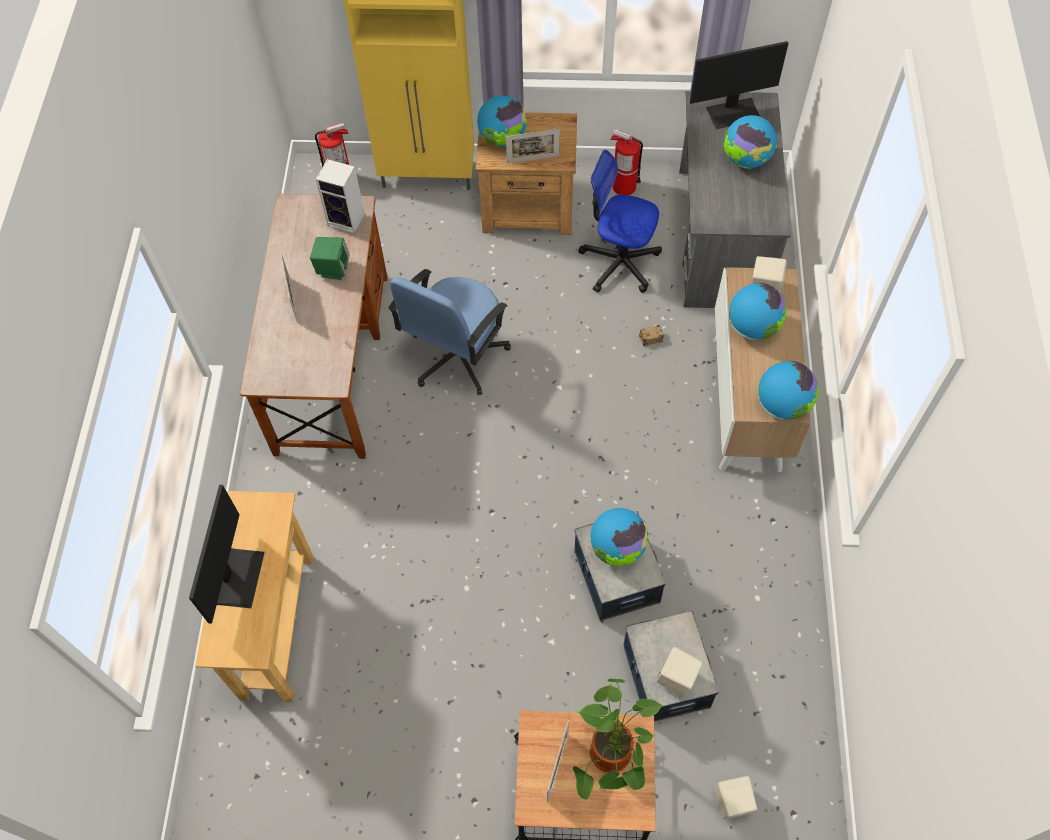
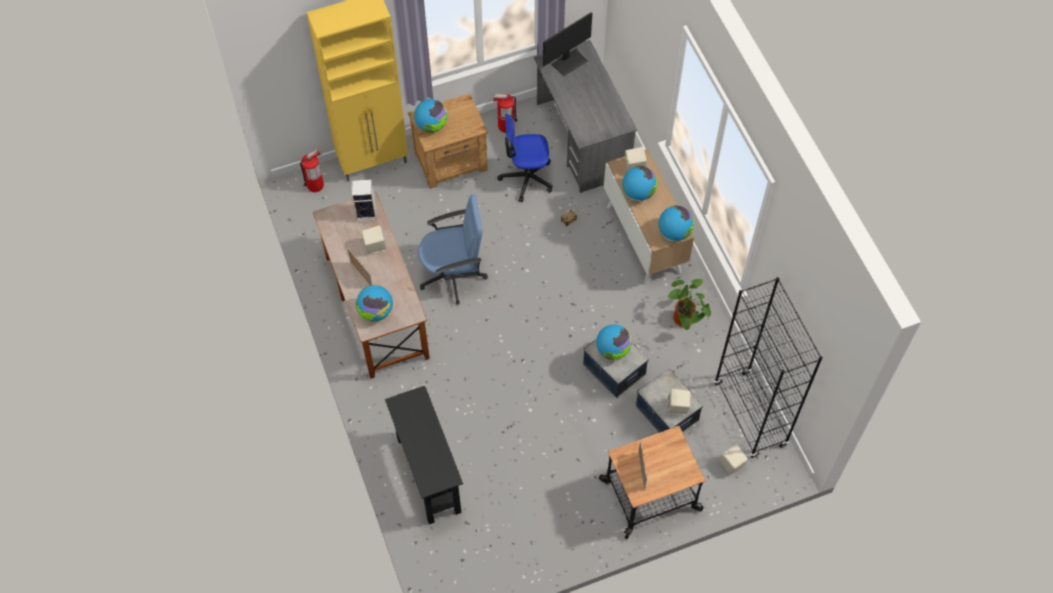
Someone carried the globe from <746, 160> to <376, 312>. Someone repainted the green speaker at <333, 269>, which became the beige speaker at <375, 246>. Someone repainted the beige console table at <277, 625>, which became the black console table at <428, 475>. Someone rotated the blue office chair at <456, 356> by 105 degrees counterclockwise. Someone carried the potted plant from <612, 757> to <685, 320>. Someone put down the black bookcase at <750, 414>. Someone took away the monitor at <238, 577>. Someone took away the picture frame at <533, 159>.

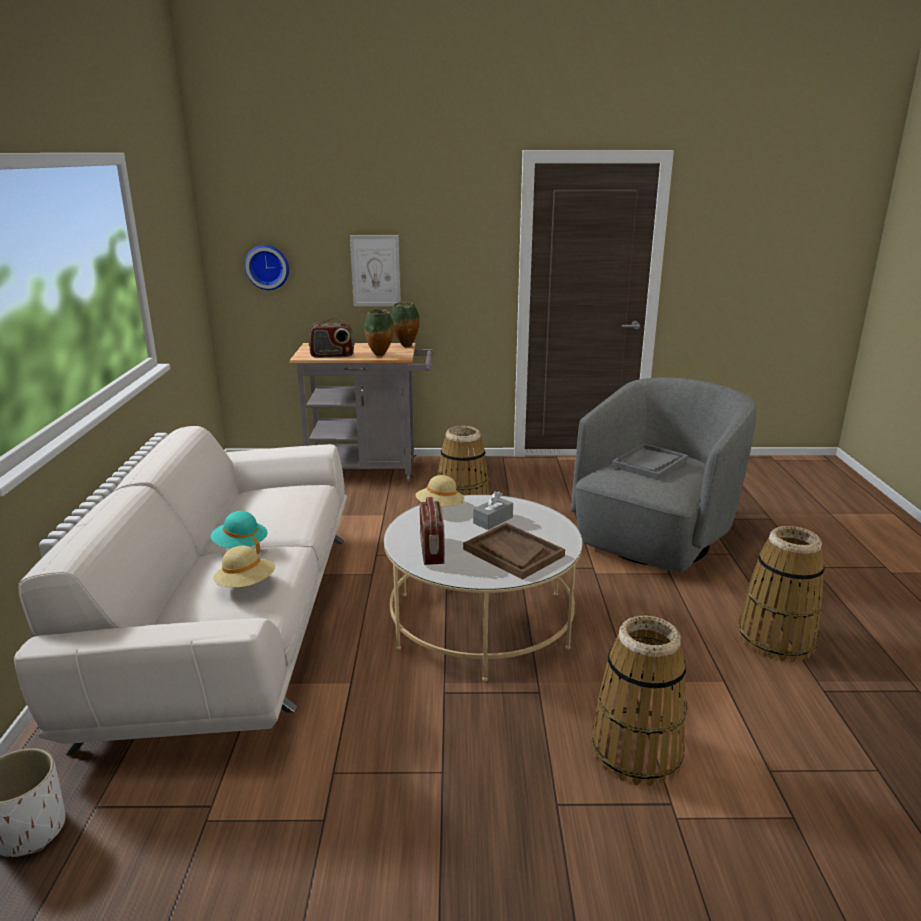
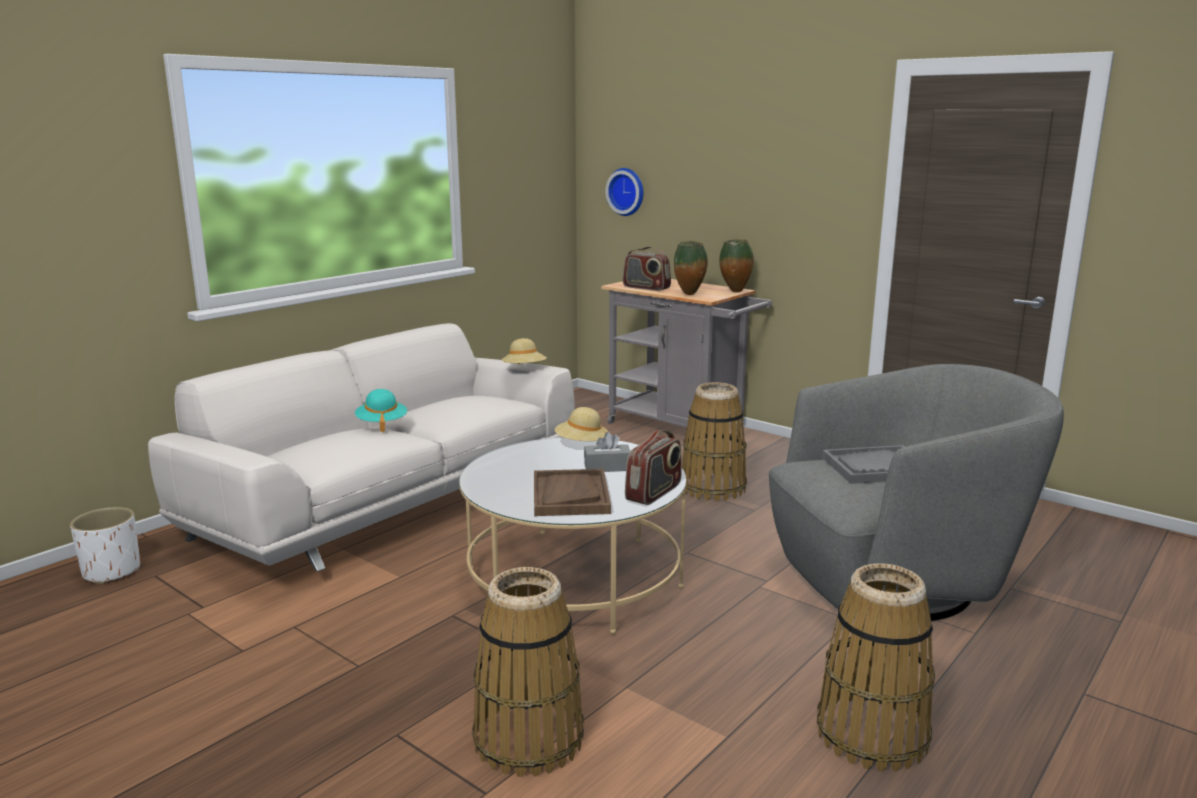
Someone carried the beige hat from <246, 585> to <524, 370>. Someone carried the radio from <432, 551> to <654, 493>. Someone took away the picture at <375, 271>.

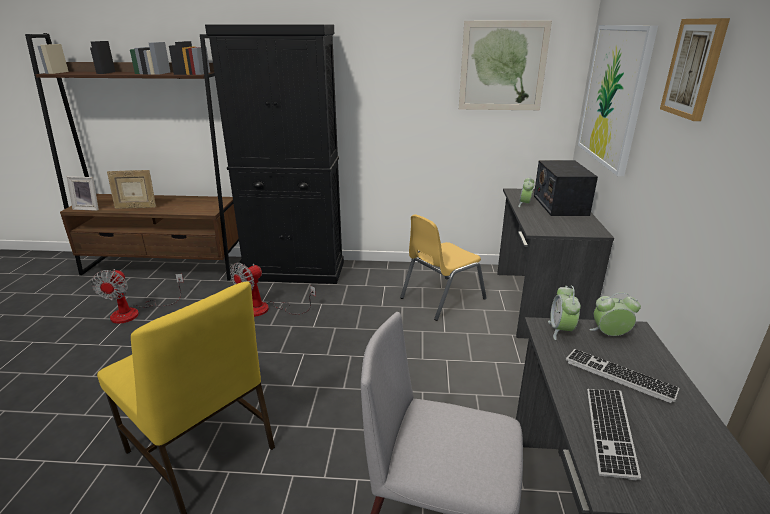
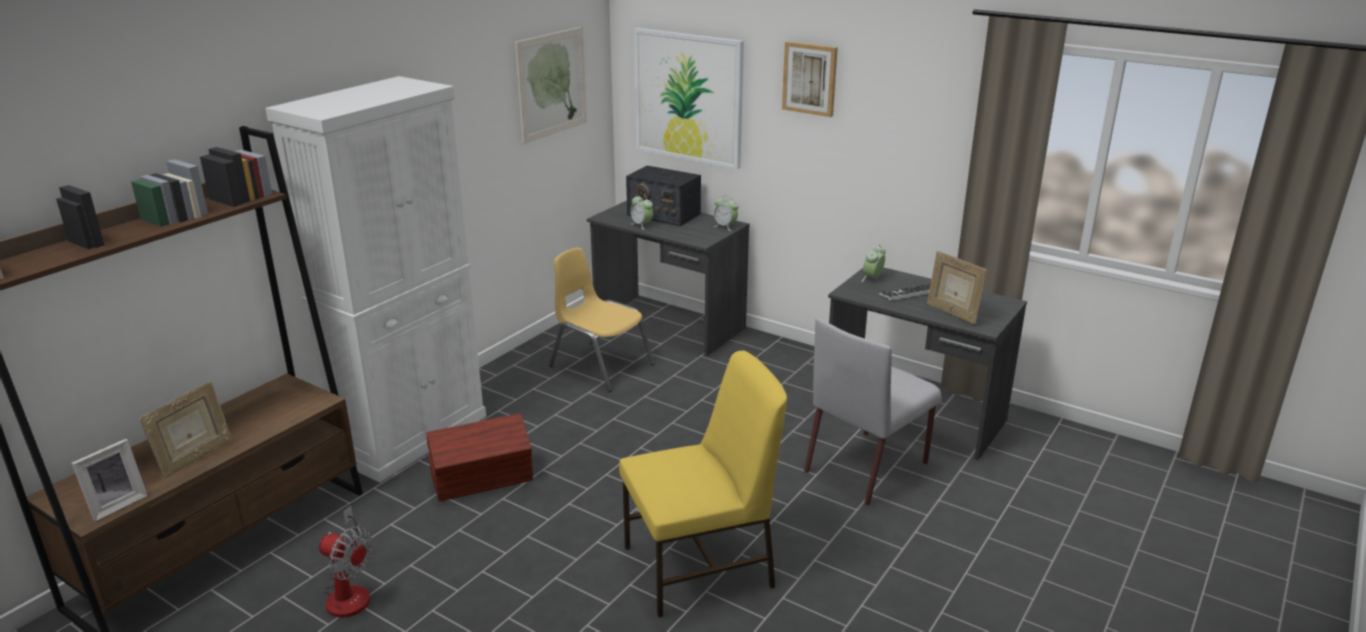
Someone repainted the black cabinet at <295, 271>, which became the white cabinet at <412, 436>. Someone swapped the fan at <265, 309> for the brown storage box at <483, 479>. Someone rotated the yellow chair at <441, 298> by 135 degrees clockwise. Someone carried the alarm clock from <561, 330> to <725, 226>. Someone swapped the keyboard at <610, 432> for the picture frame at <952, 313>.

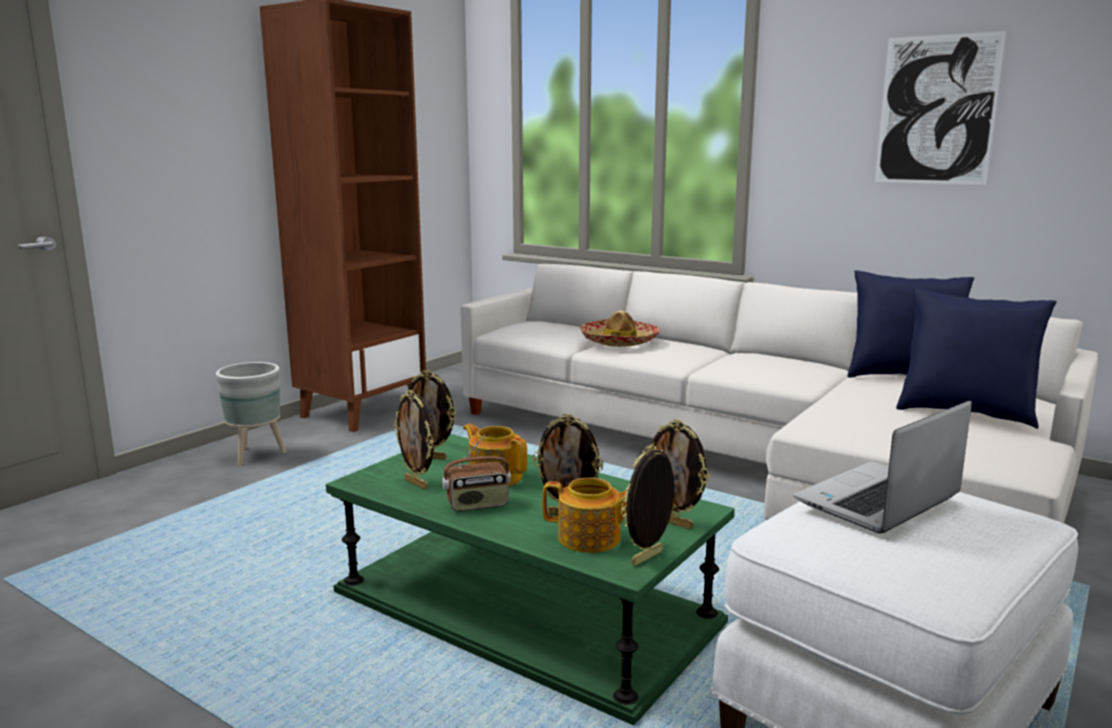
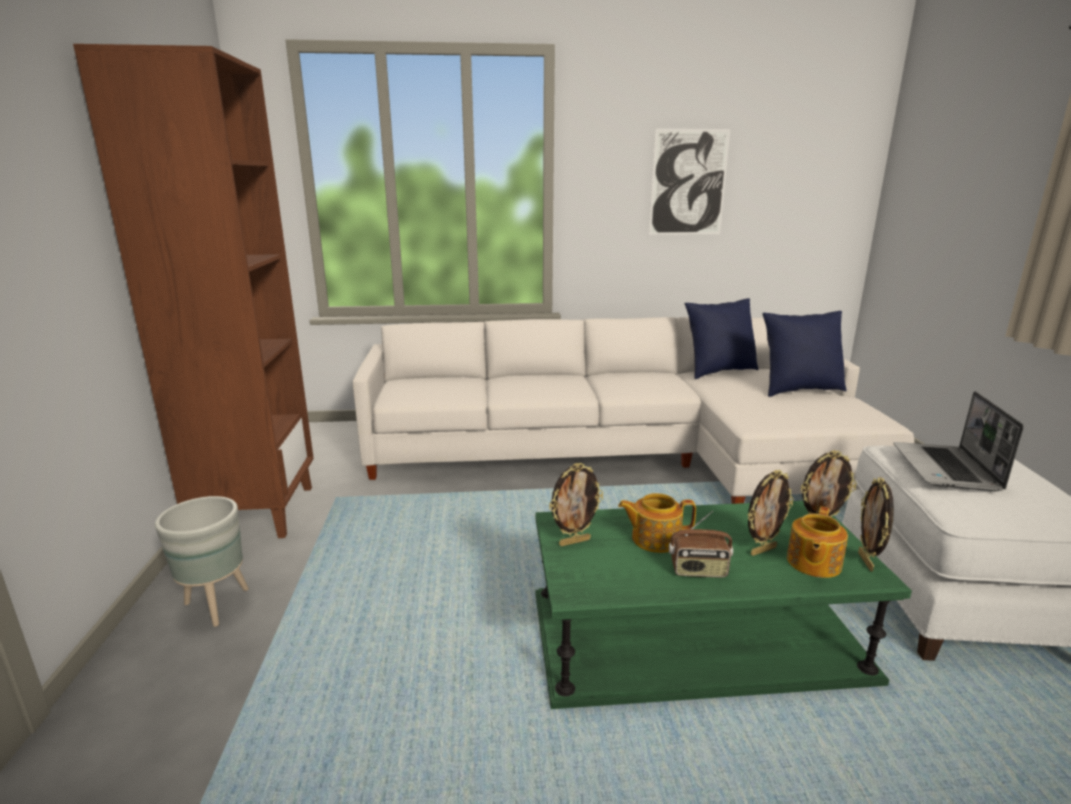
Someone rotated the radio at <477, 505> by 60 degrees clockwise. Someone rotated the teapot at <591, 538> by 150 degrees clockwise. Someone took away the picture frame at <417, 484>. Someone took away the hat at <619, 341>.

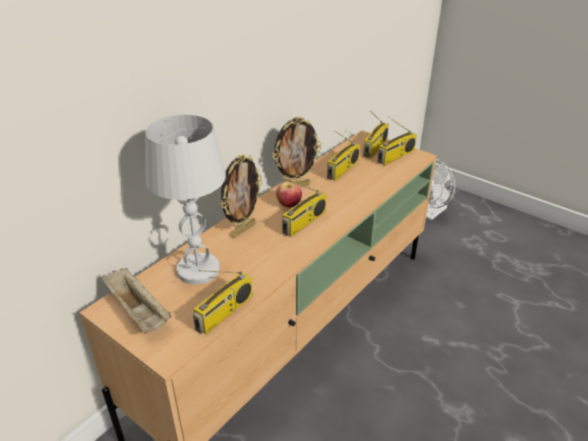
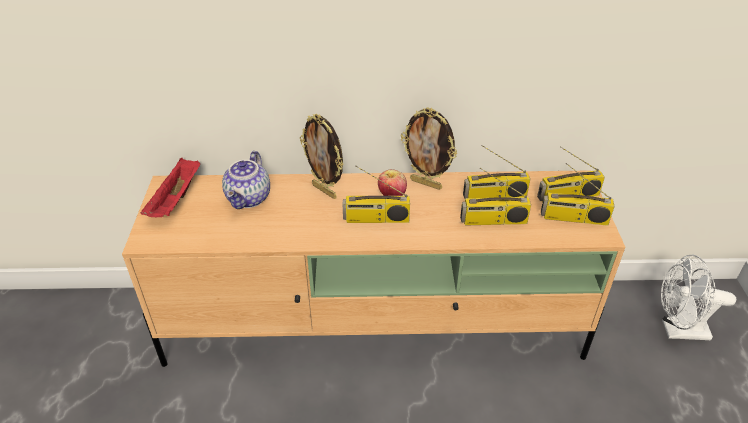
Someone repainted the beige tray at <139, 312>, which became the red tray at <176, 200>. Someone swapped the white table lamp at <198, 269> for the teapot at <249, 199>. Someone rotated the picture frame at <243, 229> by 45 degrees clockwise. Someone carried the radio from <224, 313> to <493, 221>.

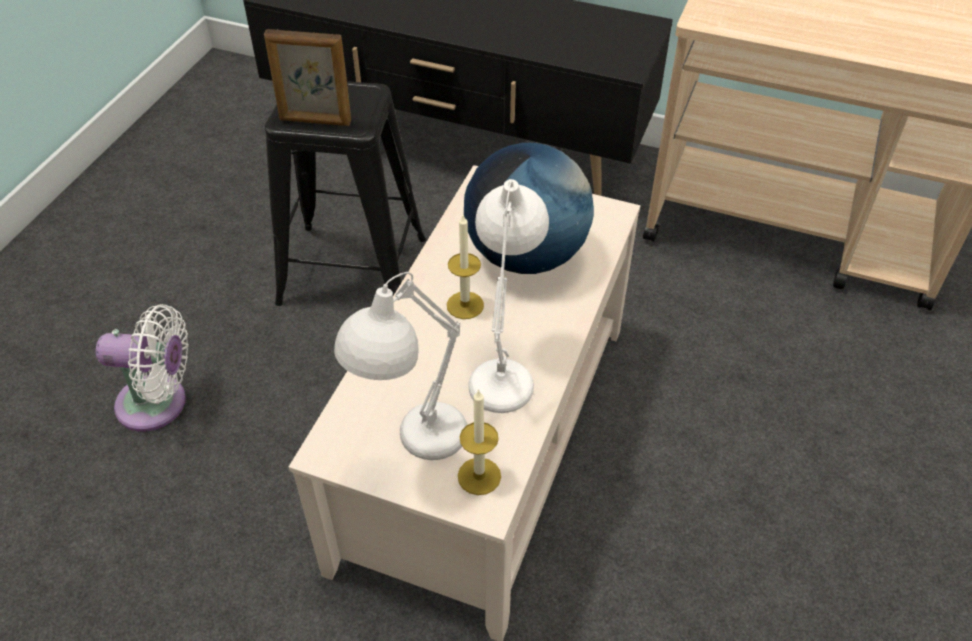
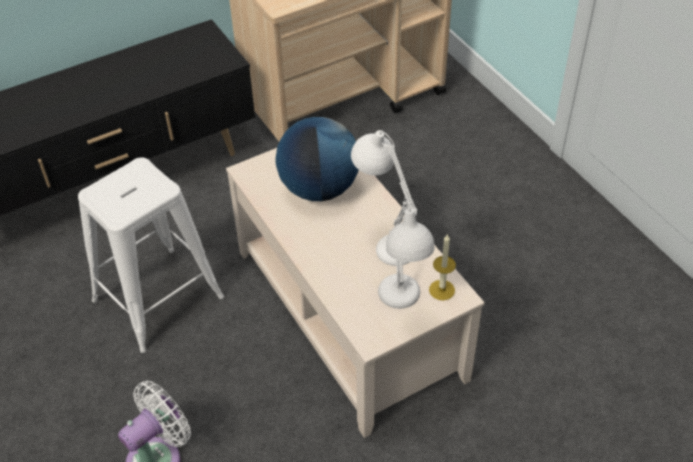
Someone repainted the black stool at <353, 270>, which became the white stool at <158, 298>. Someone took away the picture frame at <315, 121>. Someone took away the candle at <465, 305>.

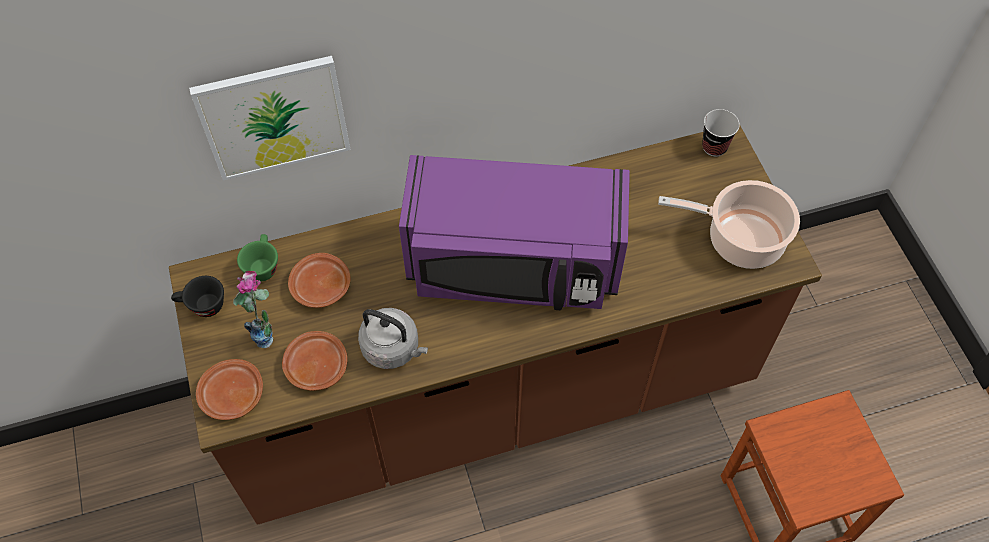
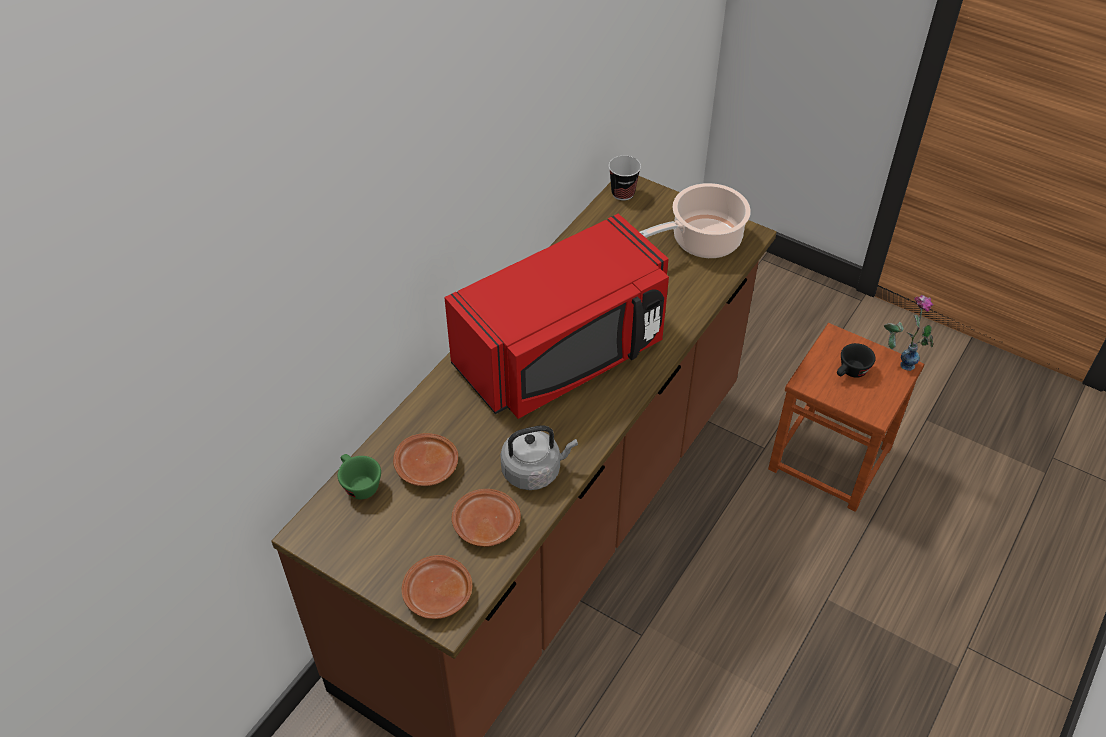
Someone repainted the purple microwave at <514, 265>, which became the red microwave at <564, 355>. Someone carried the black cup from <202, 306> to <850, 372>. Someone carried the vase from <265, 330> to <899, 360>. Someone took away the picture at <274, 117>.

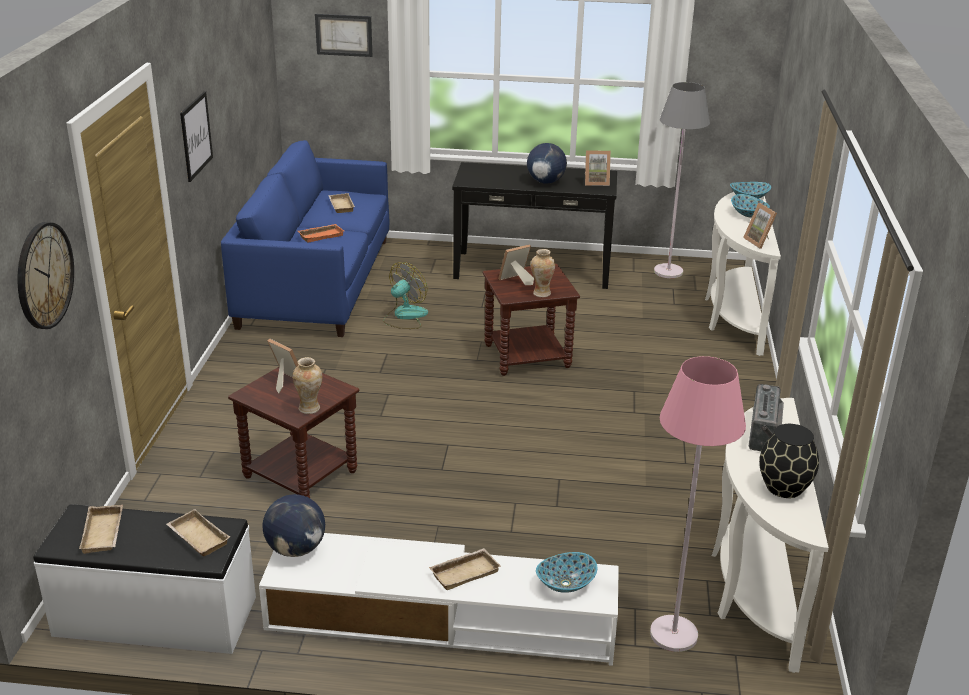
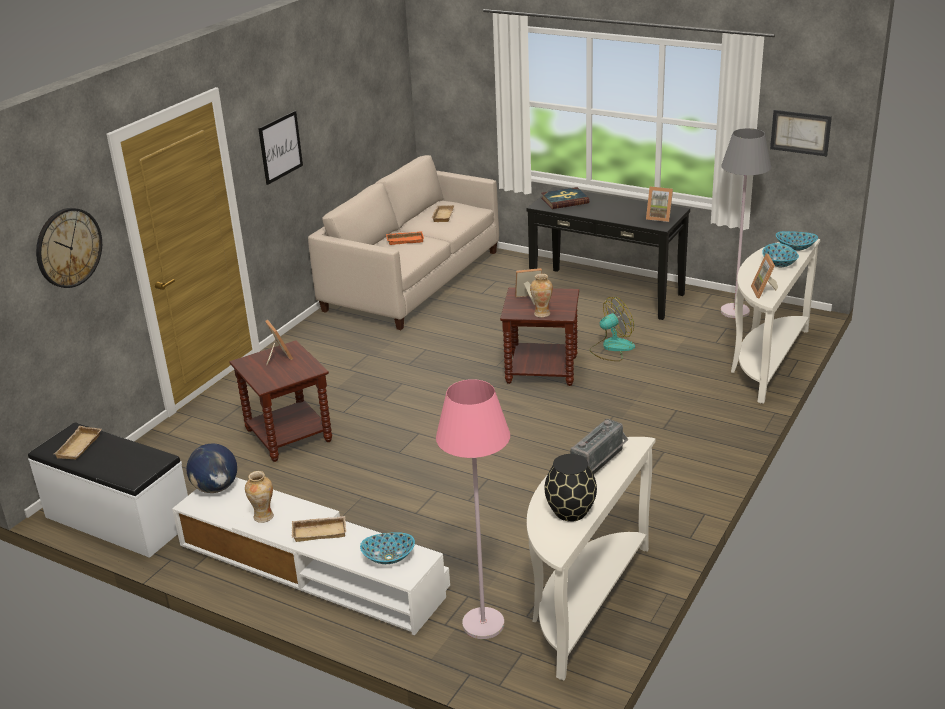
Someone carried the vase from <309, 409> to <263, 517>. Someone repainted the blue sofa at <316, 282>, which became the beige sofa at <412, 280>. Someone put down the book at <564, 200>. Someone carried the fan from <405, 316> to <611, 348>. Someone carried the picture from <344, 35> to <800, 132>. Someone took away the beige tray at <196, 537>. Someone took away the globe at <545, 182>.

